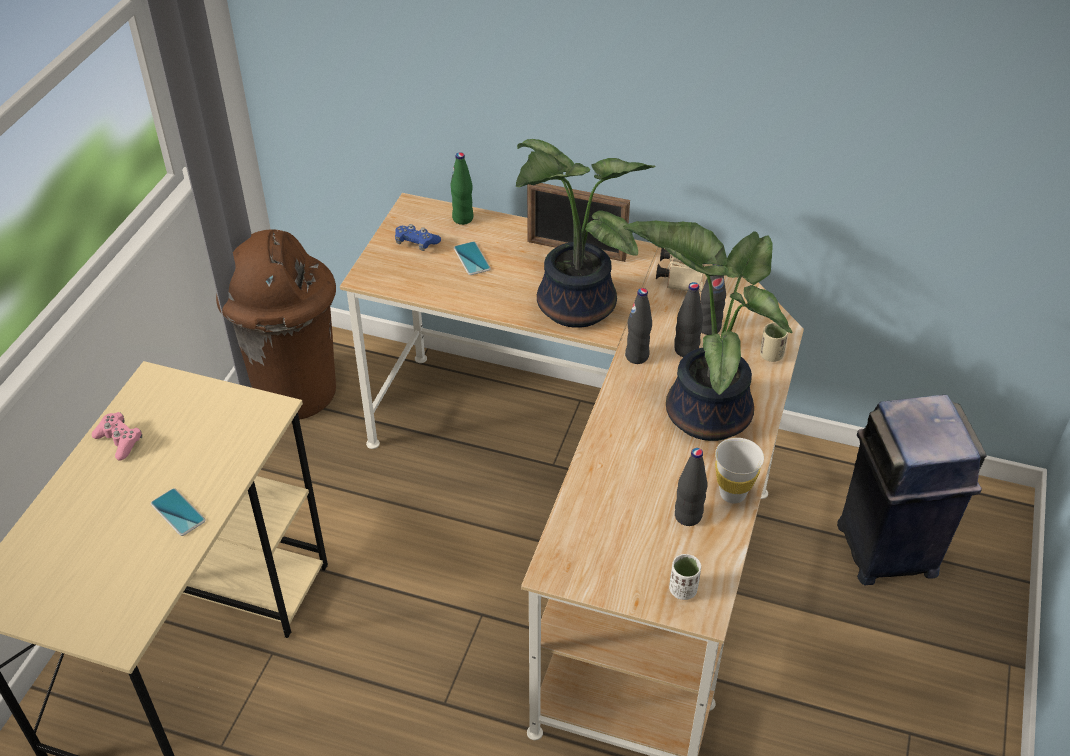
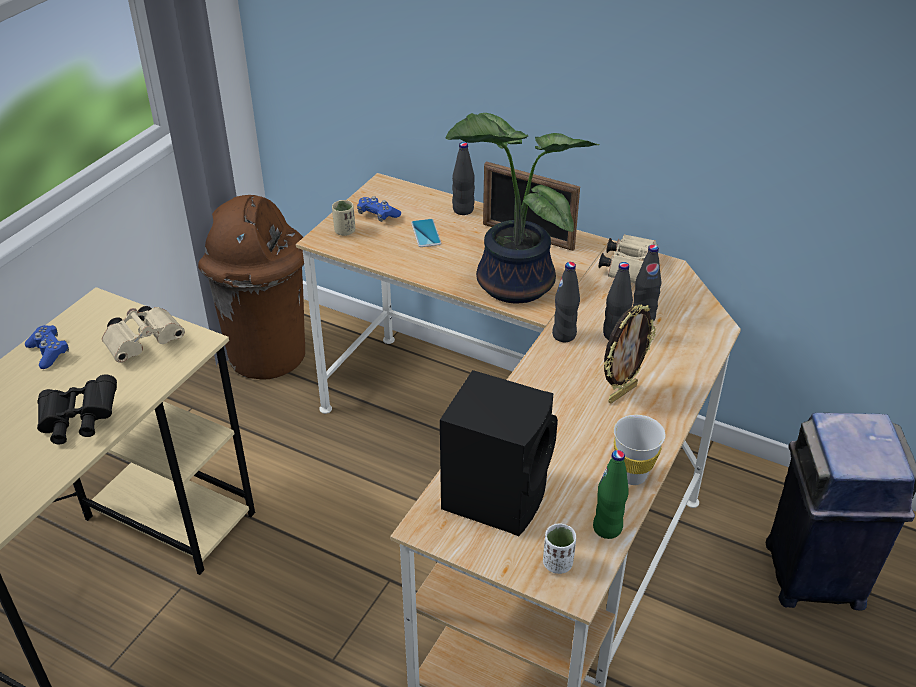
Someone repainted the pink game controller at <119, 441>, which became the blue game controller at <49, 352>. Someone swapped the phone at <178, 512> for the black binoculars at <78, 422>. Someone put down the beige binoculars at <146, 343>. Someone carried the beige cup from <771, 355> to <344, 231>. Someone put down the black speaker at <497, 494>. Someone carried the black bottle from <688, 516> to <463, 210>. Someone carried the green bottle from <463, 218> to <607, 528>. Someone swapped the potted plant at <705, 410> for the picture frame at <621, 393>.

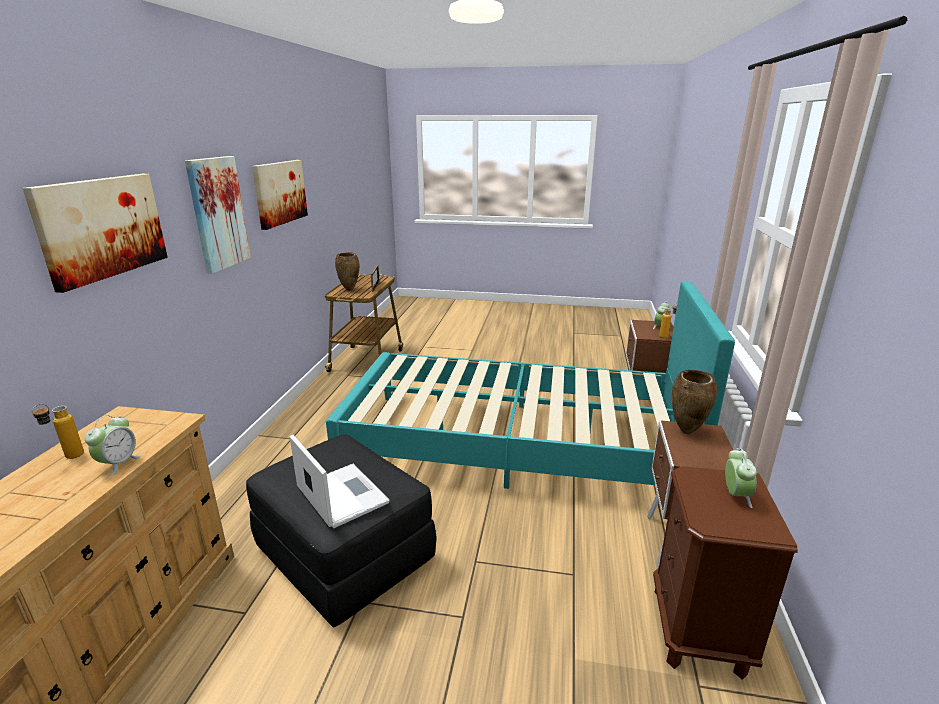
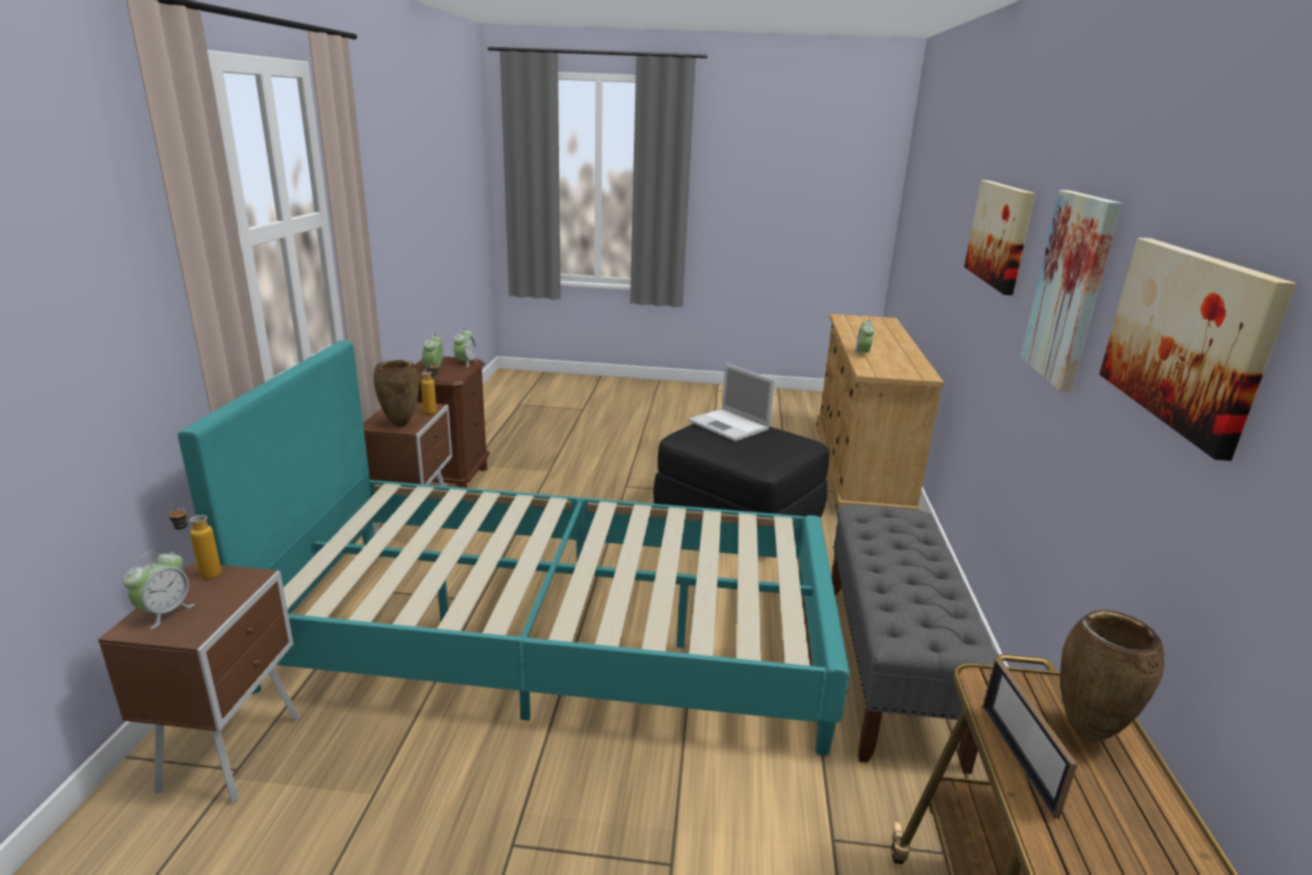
Someone carried the bottle from <67, 458> to <433, 410>. Someone put down the alarm clock at <465, 363>. Someone put down the grey bench at <888, 667>.

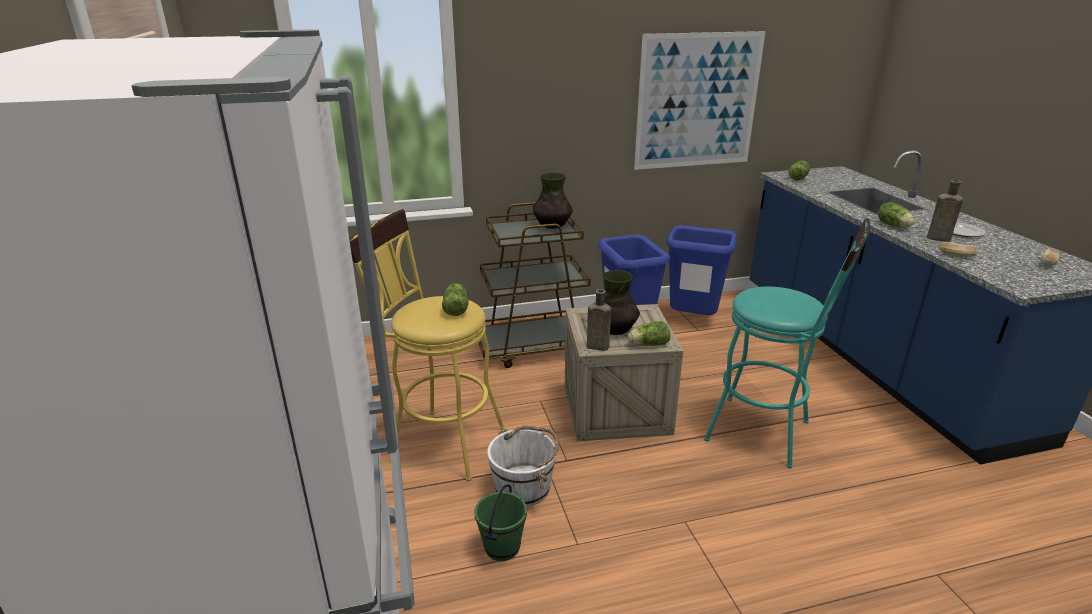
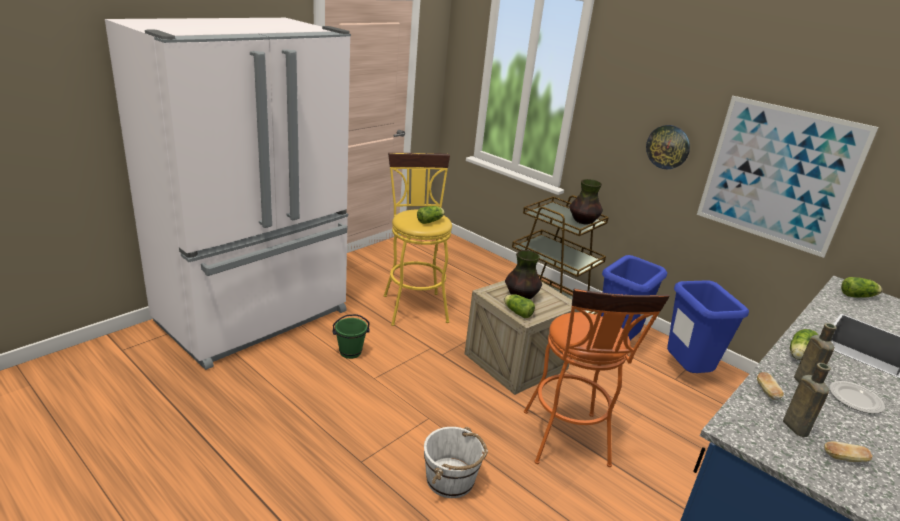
Someone carried the white bucket from <524, 487> to <451, 480>. Someone repainted the turquoise stool at <767, 433>, which became the orange stool at <567, 444>. Someone put up the wall clock at <668, 147>. Someone carried the brown bottle from <596, 346> to <794, 426>.

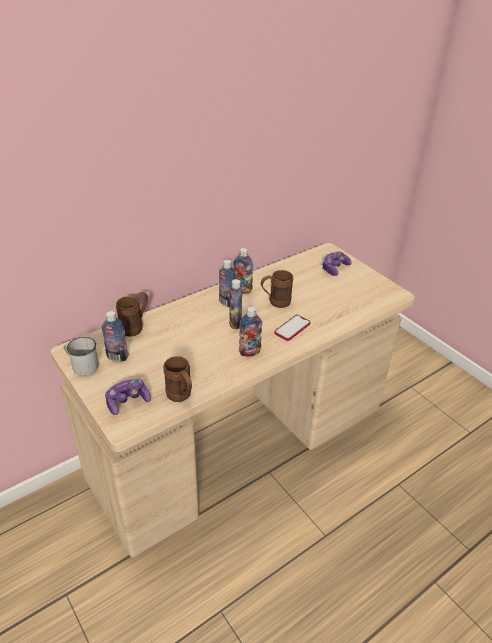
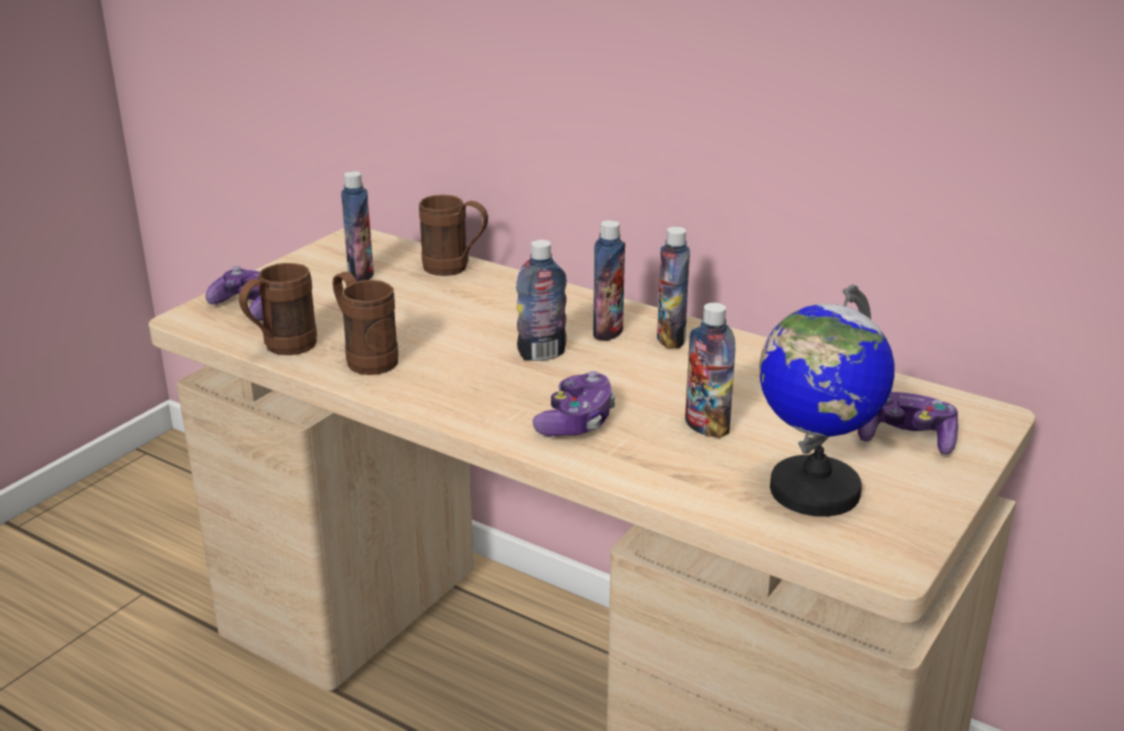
Someone carried the brown mug from <275, 303> to <365, 357>. Someone swapped the phone at <292, 328> for the game controller at <576, 421>. Someone carried the bottle from <249, 352> to <706, 426>. Someone put down the globe at <813, 490>. Someone took away the white mug at <82, 365>.

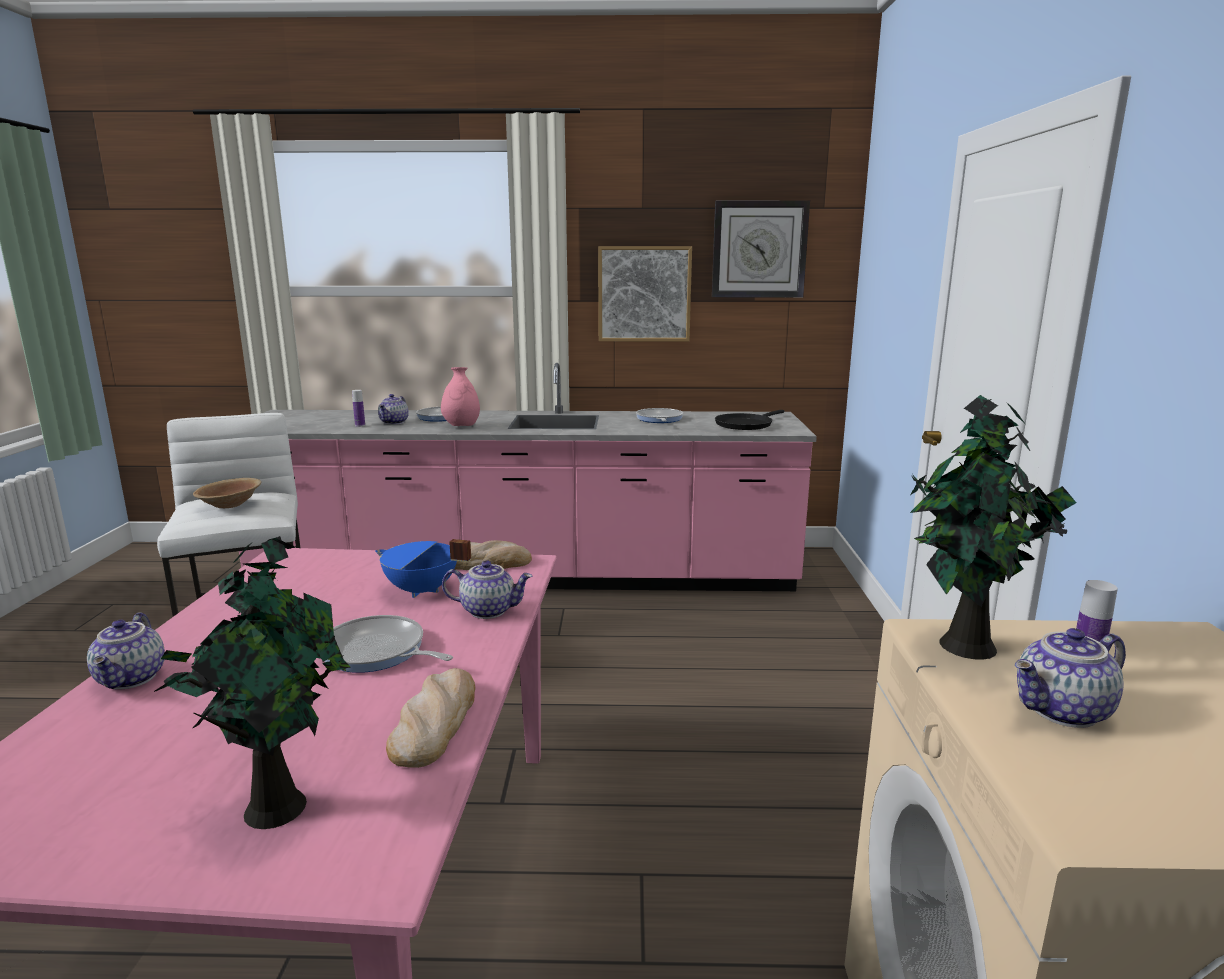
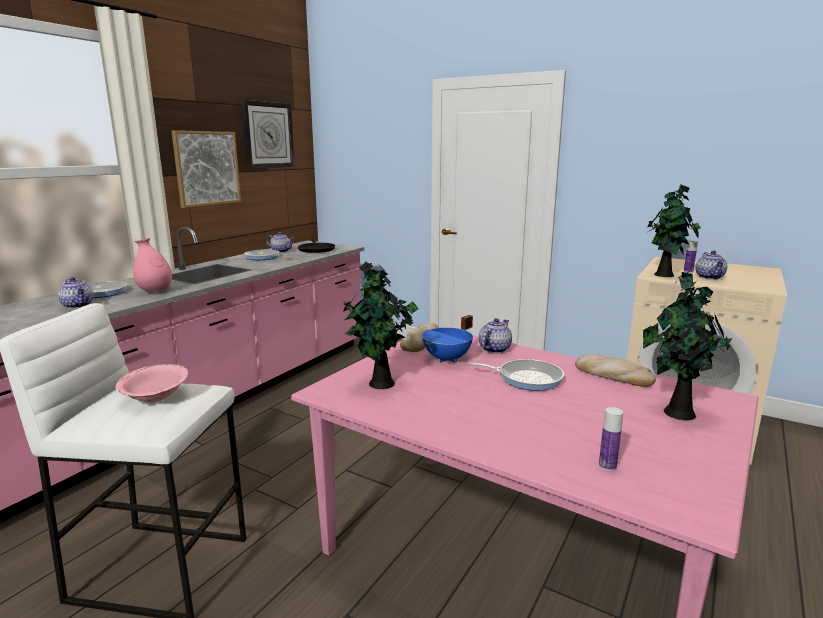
Someone repainted the brown bowl at <230, 504>, which became the pink bowl at <155, 396>. Someone carried the teapot from <132, 678> to <281, 251>. Someone put down the potted plant at <381, 384>. Someone rotated the frying pan at <377, 652> by 135 degrees counterclockwise. Someone carried the bottle from <360, 425> to <607, 466>.

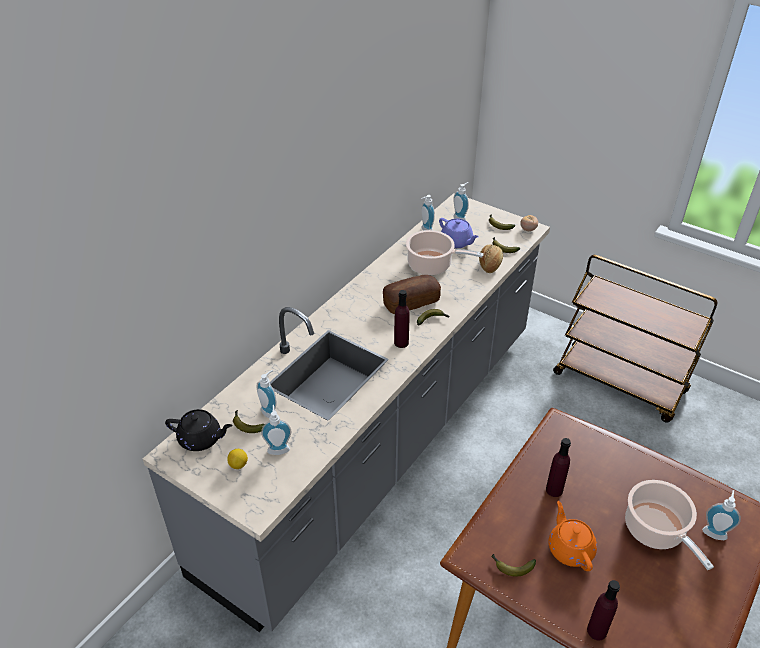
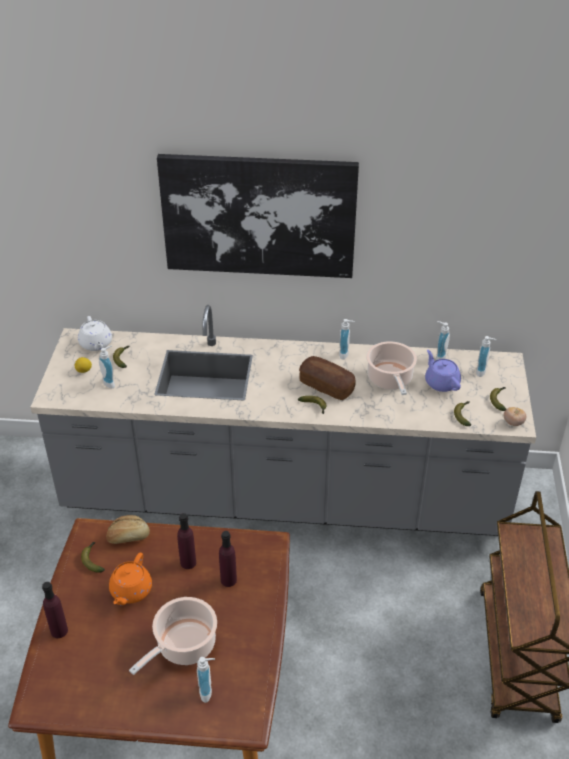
Someone repainted the black teapot at <201, 439>, which became the white teapot at <96, 344>. Someone carried the bread from <490, 264> to <128, 536>. Someone rotated the orange teapot at <570, 549> by 150 degrees clockwise. Someone put up the picture at <259, 216>. Someone carried the purple bottle from <401, 342> to <228, 580>. Someone carried the soap dispenser from <271, 411> to <345, 354>. Someone rotated the purple teapot at <457, 242> by 135 degrees clockwise.

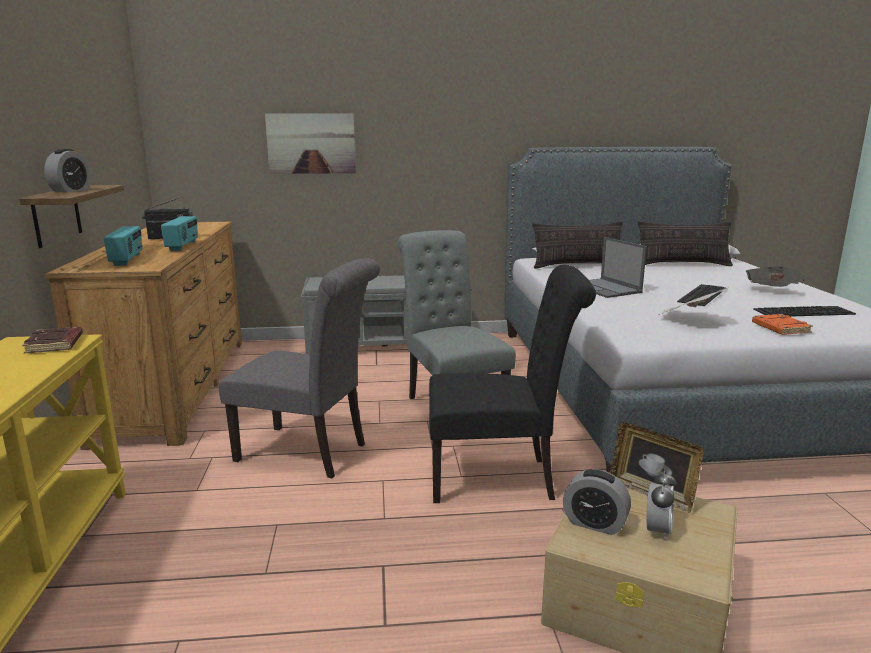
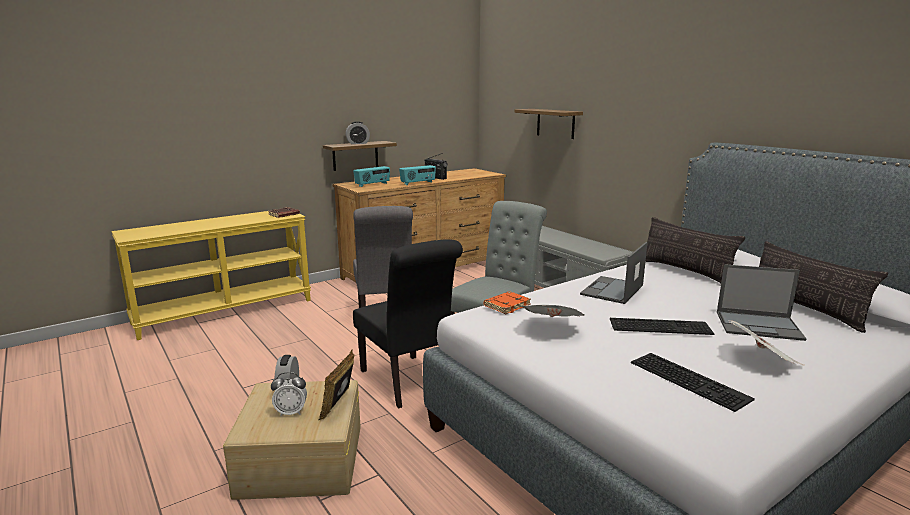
Someone carried the orange book from <779, 328> to <507, 305>. Someone swapped the picture at <311, 143> for the shelf at <555, 123>. Someone put down the laptop at <759, 326>.

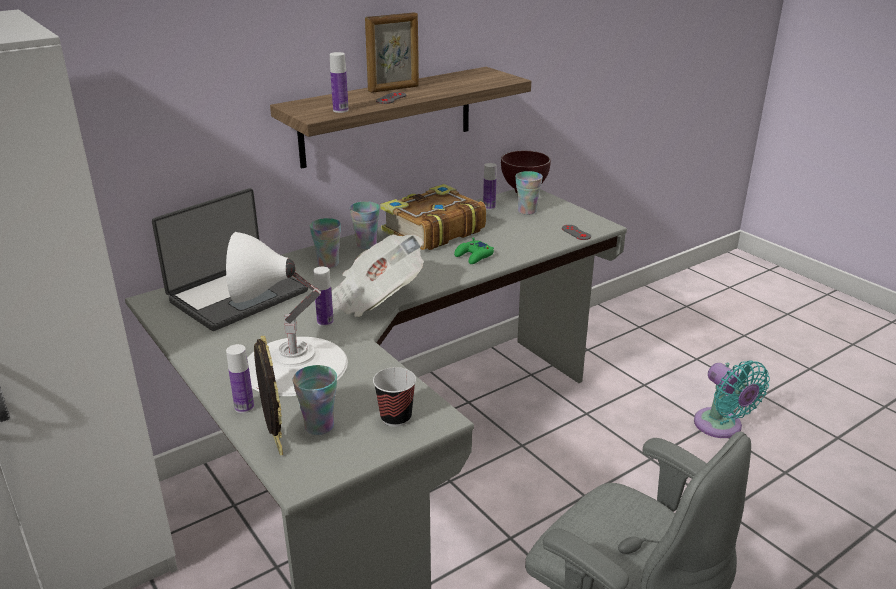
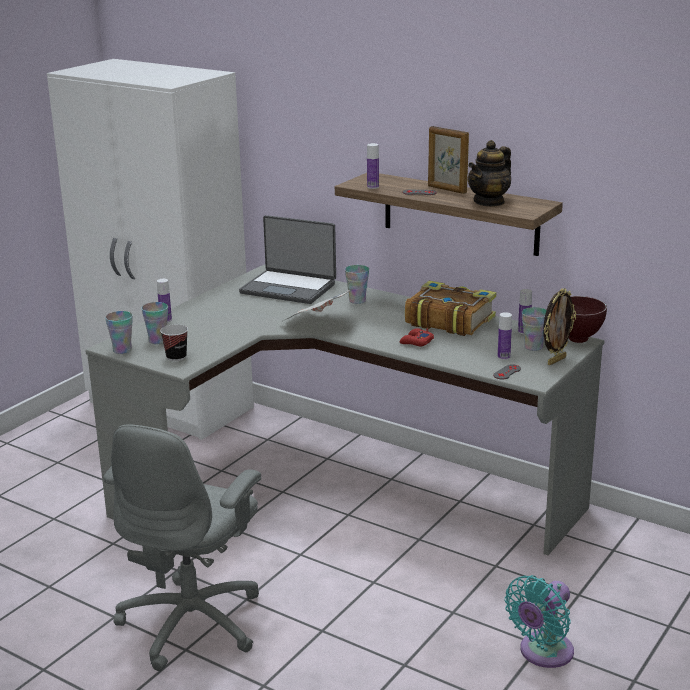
Someone carried the cup from <366, 245> to <122, 350>. Someone repainted the green game controller at <474, 256>, which became the red game controller at <416, 342>. Someone put down the teapot at <489, 202>. Someone carried the bottle from <325, 322> to <503, 357>. Someone carried the picture frame from <274, 442> to <556, 360>. Someone took away the white table lamp at <294, 365>.

